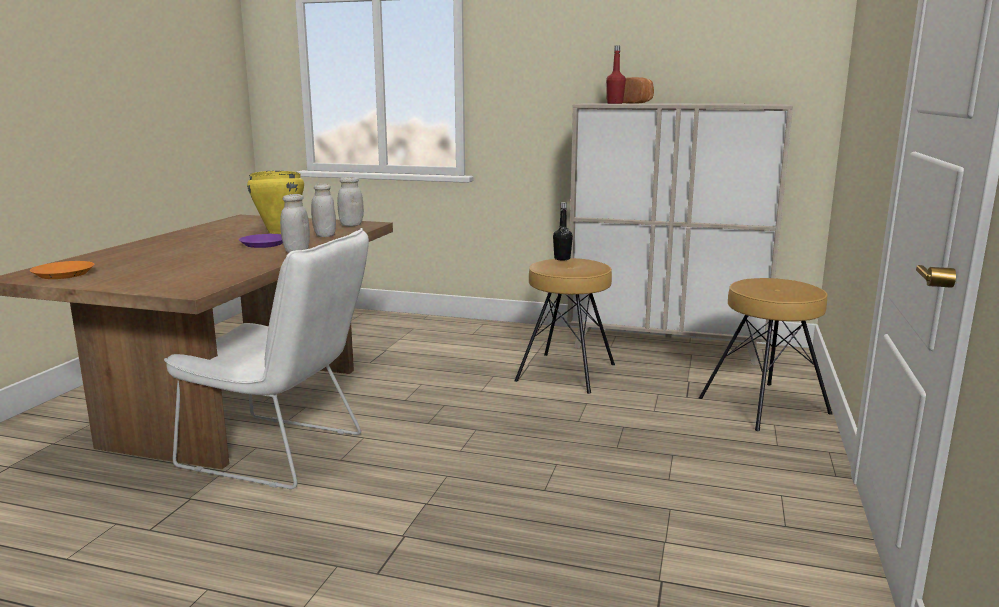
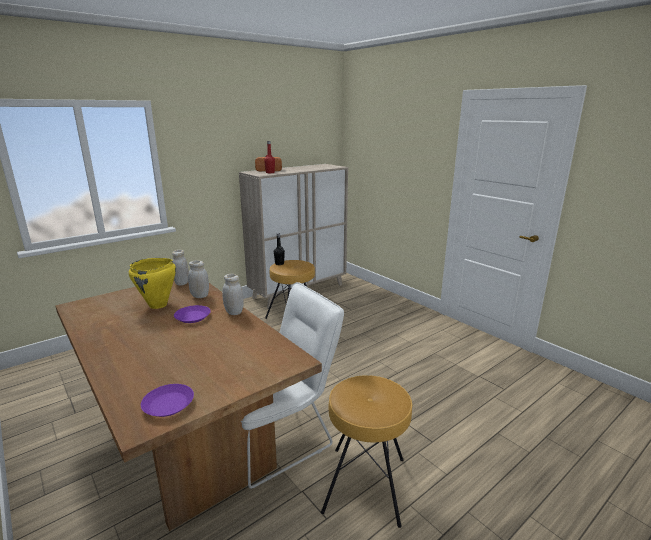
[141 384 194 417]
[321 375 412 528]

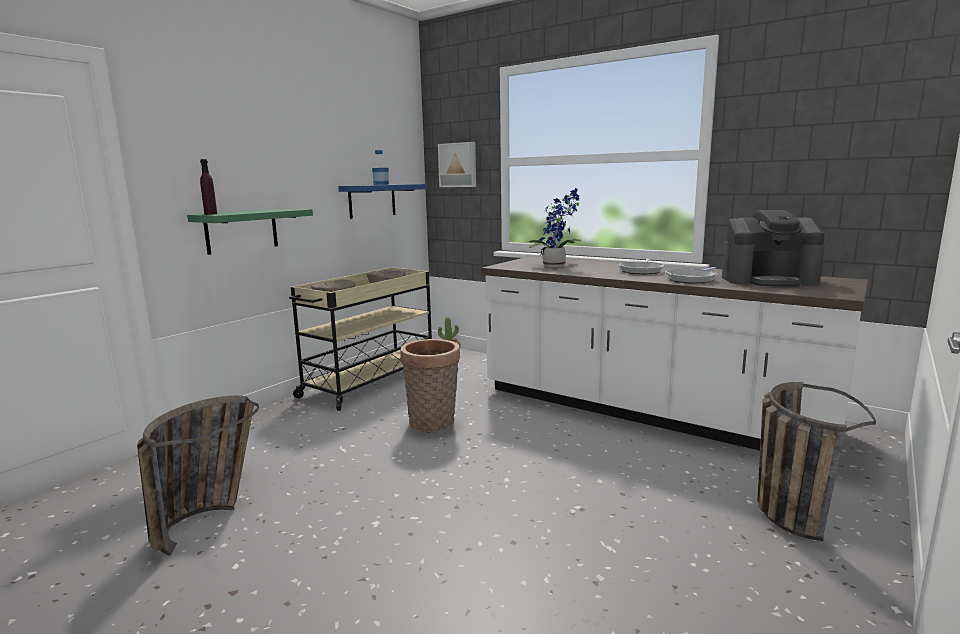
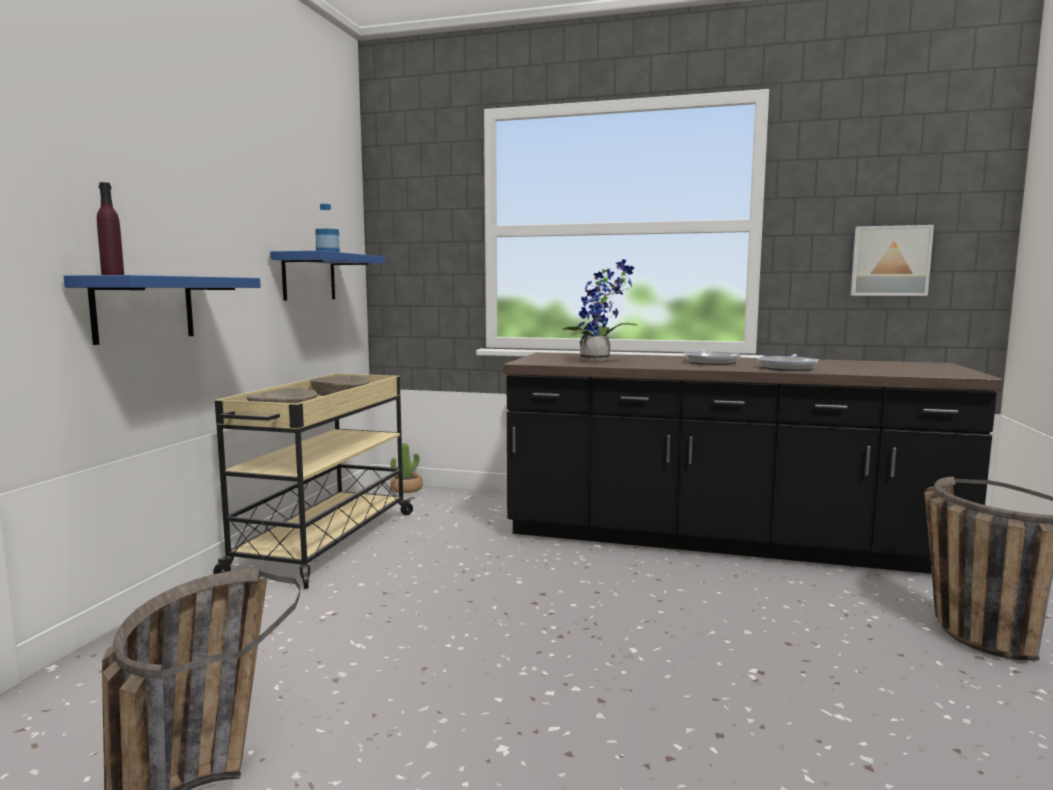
[64 275 261 345]
[503 353 1004 574]
[851 225 934 296]
[400 339 460 432] (first image)
[722 210 825 286] (first image)

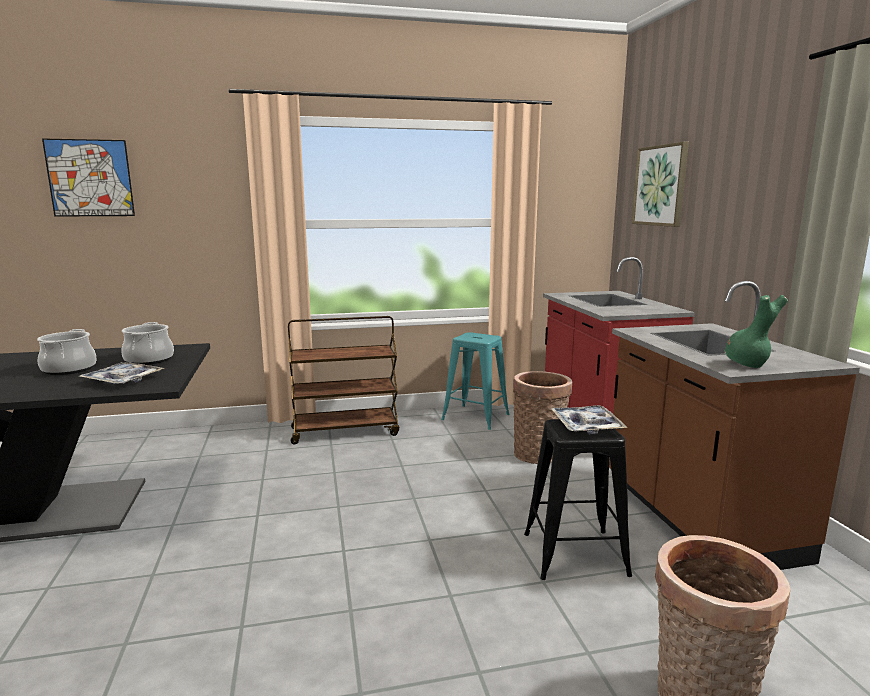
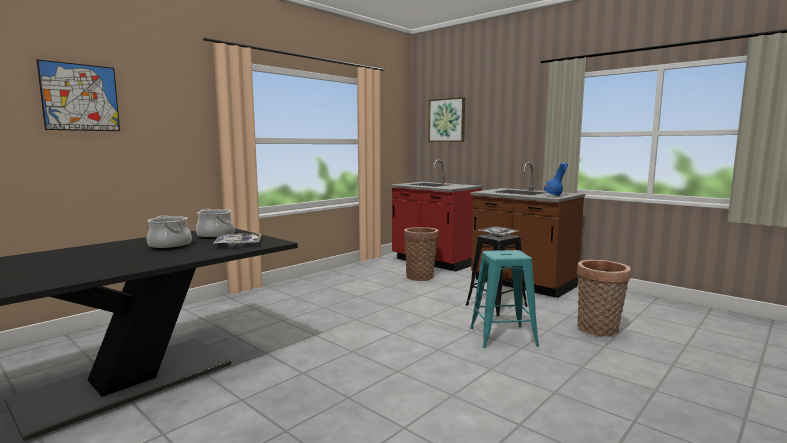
[470 250 539 348]
[544 163 568 196]
[288 316 399 444] (first image)

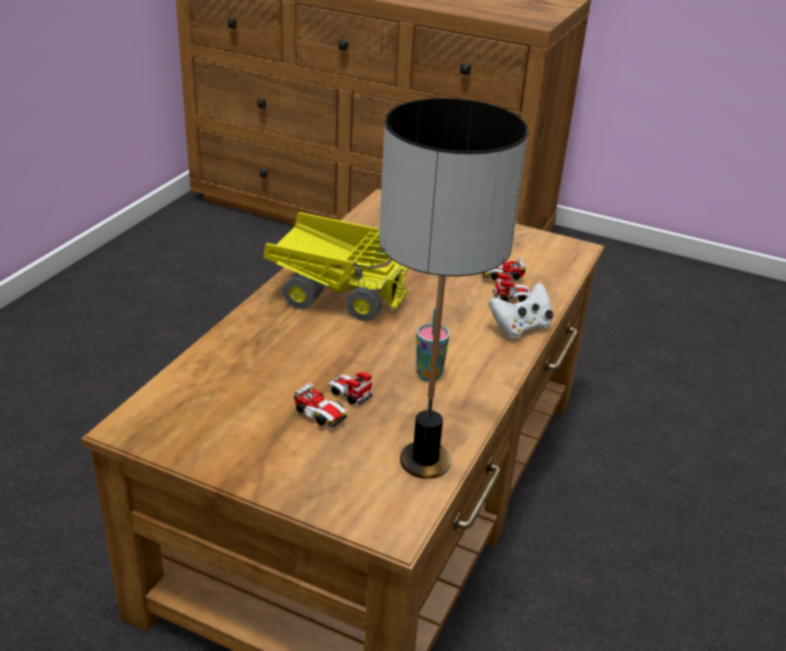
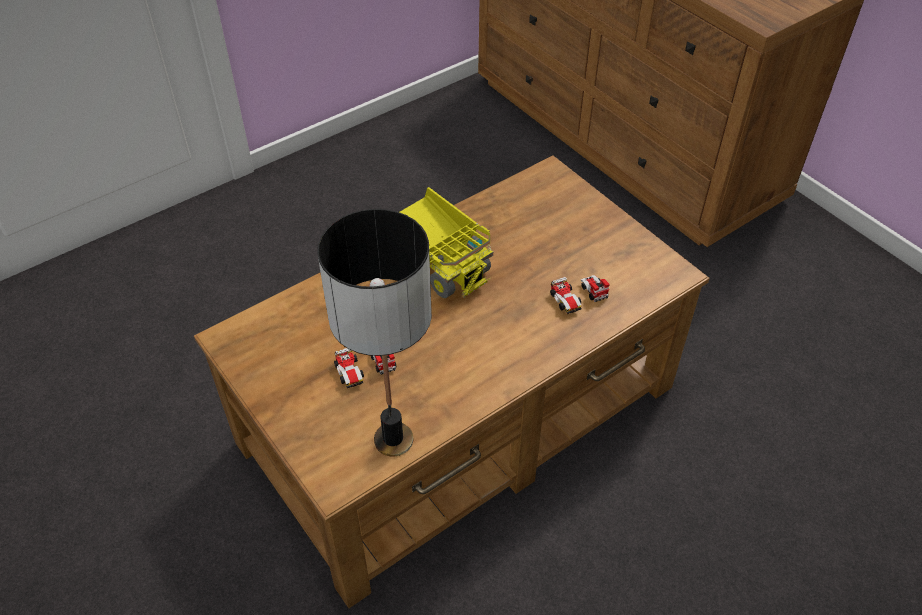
[550 275 610 314]
[416 309 450 382] (first image)
[488 282 553 339] (first image)

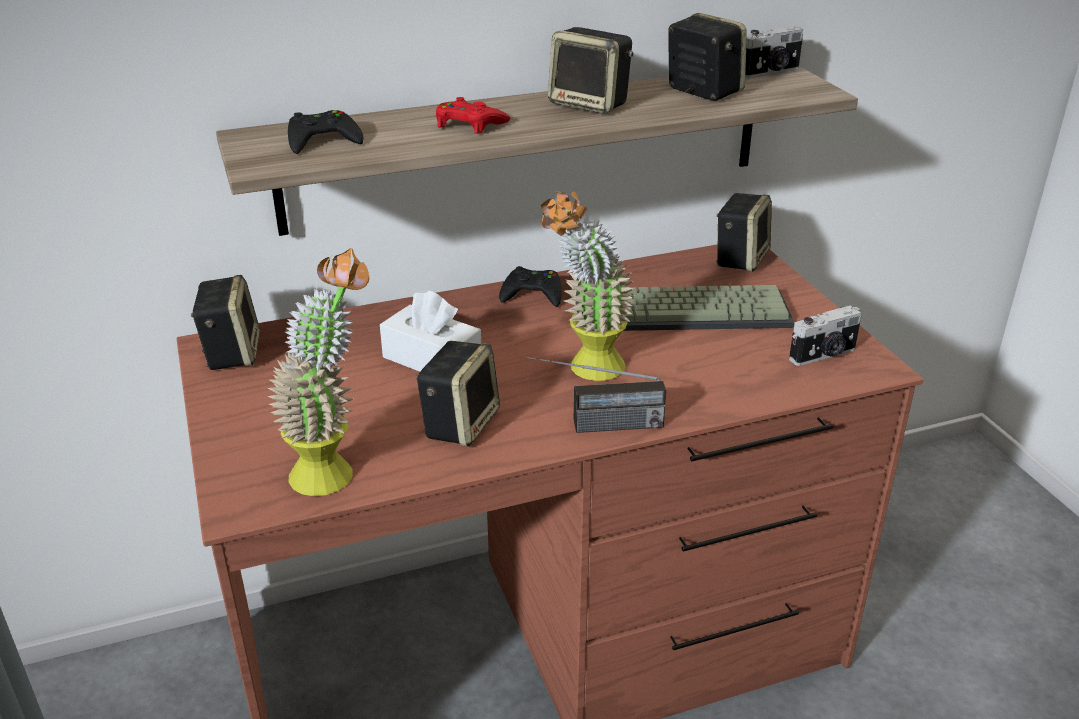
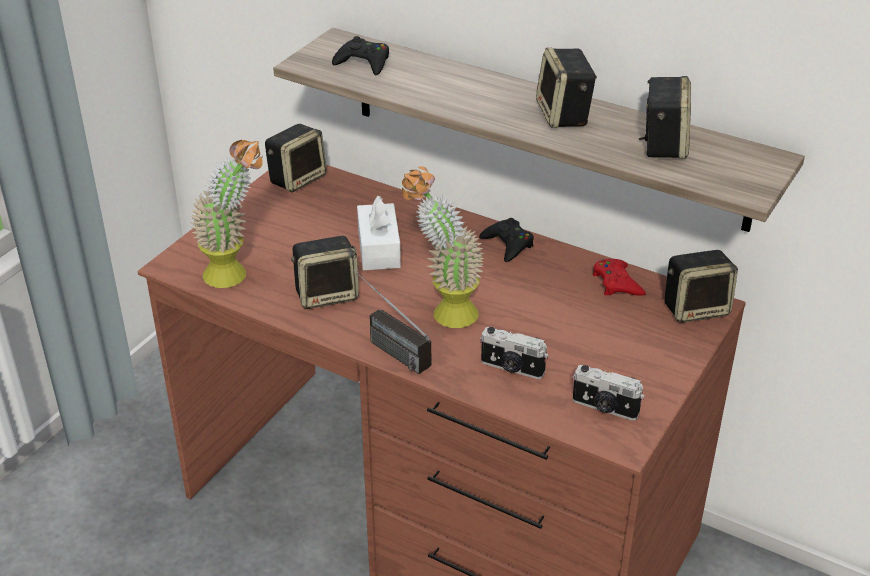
[480 327 548 379]
[593 259 646 296]
[623 285 795 331] (first image)

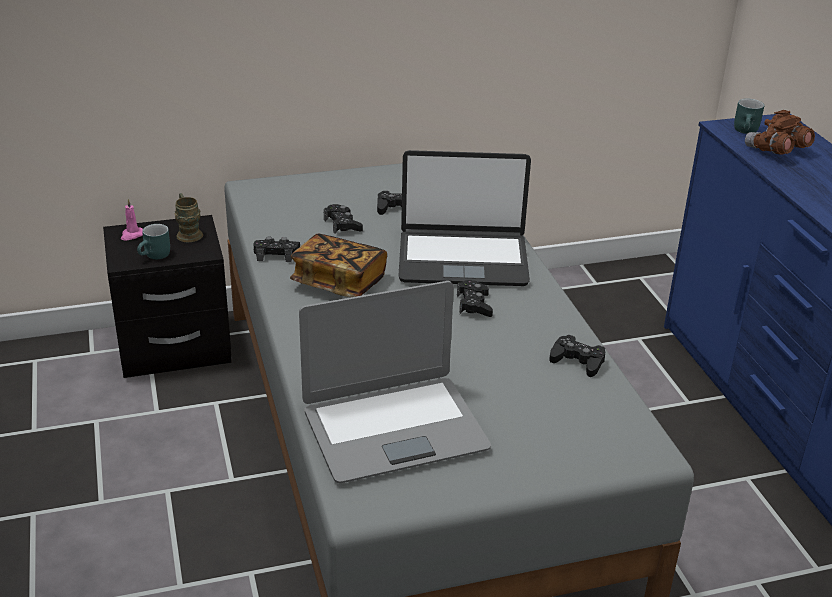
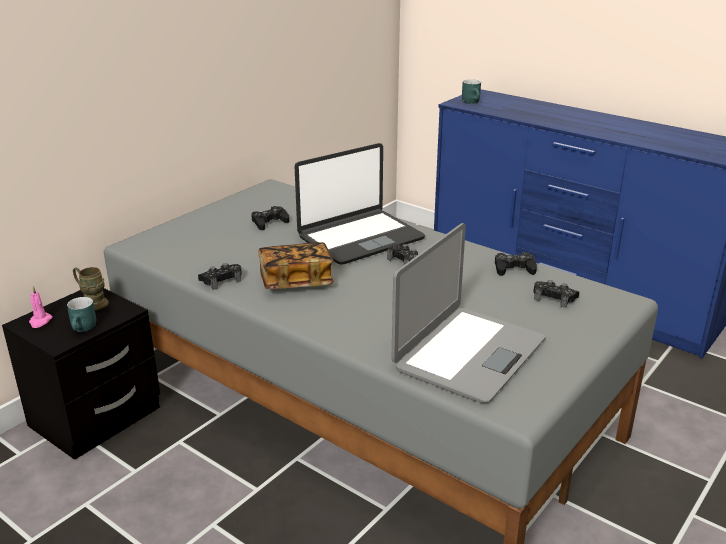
[533 280 579 308]
[745 110 815 155] (first image)

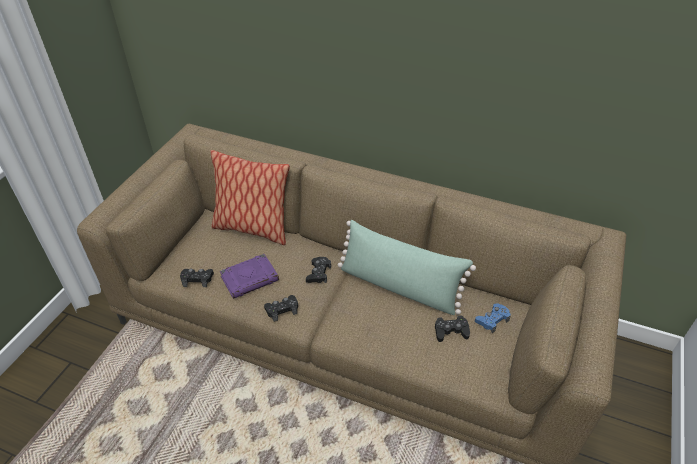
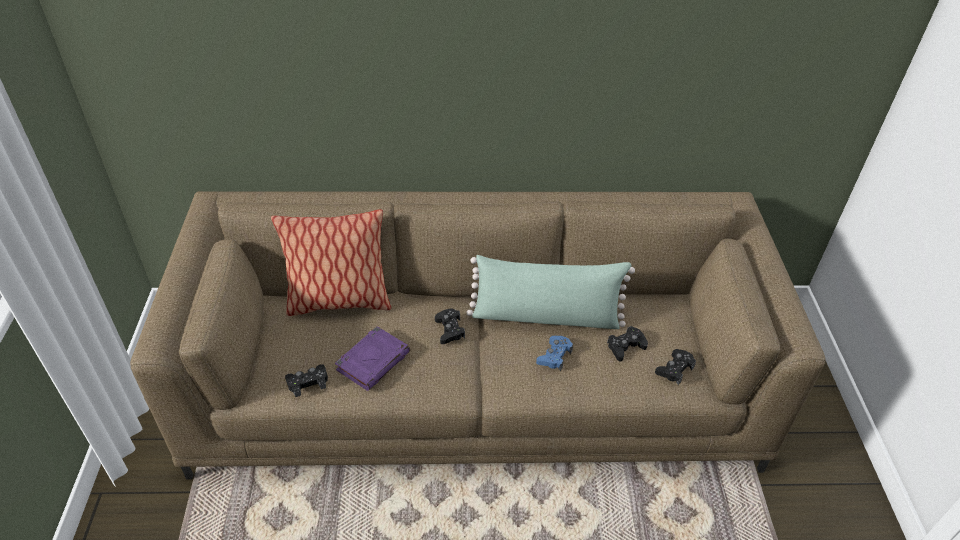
[536 336 573 371]
[655 349 696 385]

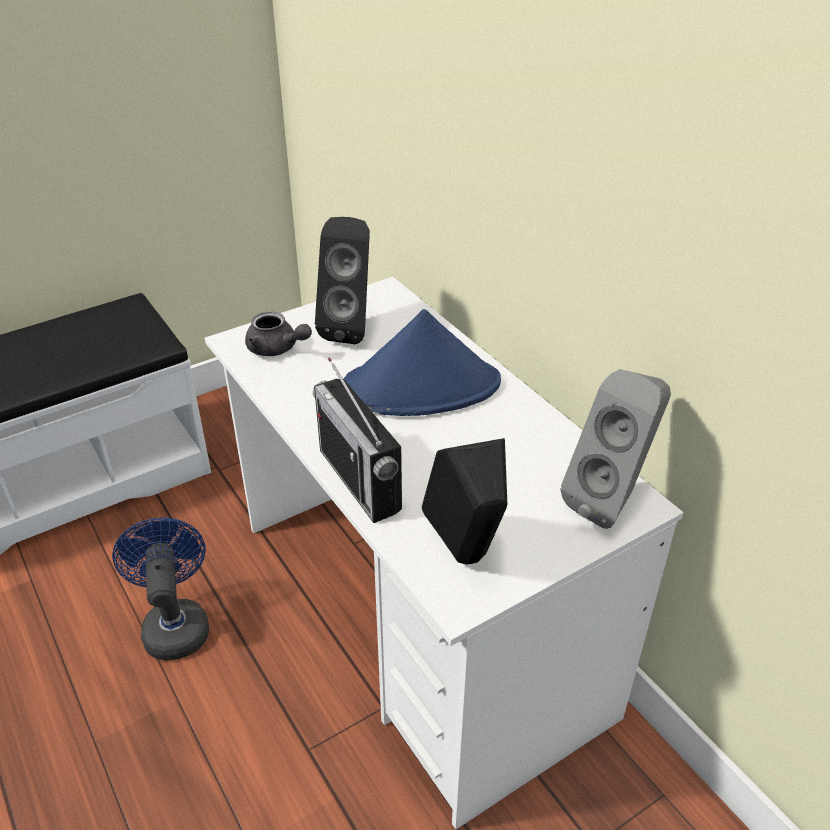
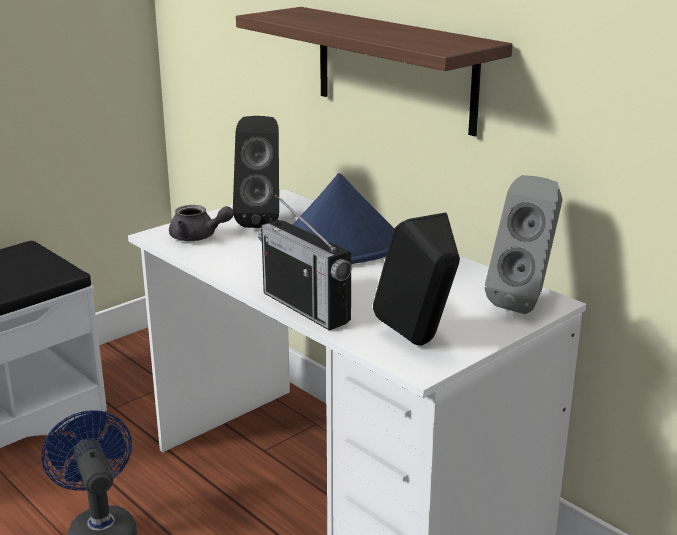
[236 7 513 136]

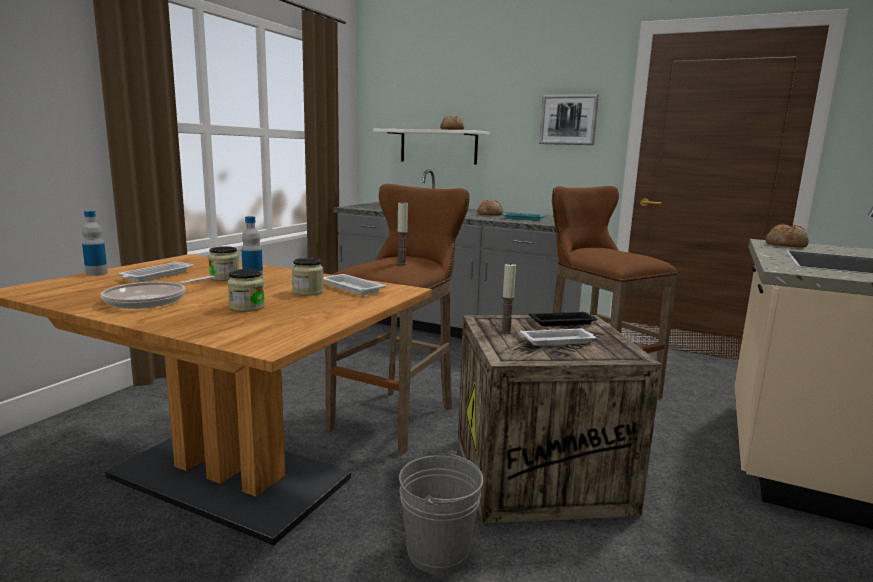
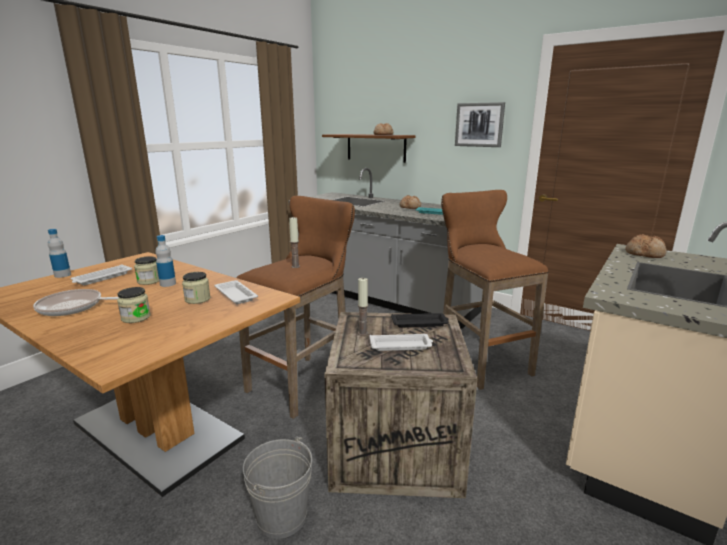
[33 289 119 316]
[322 134 415 163]

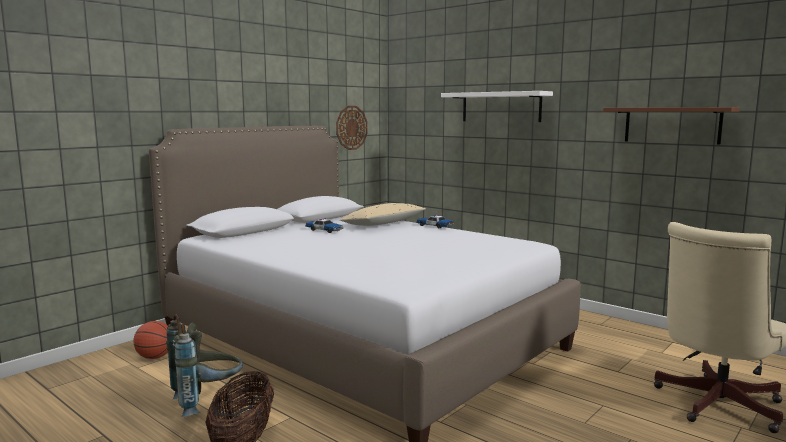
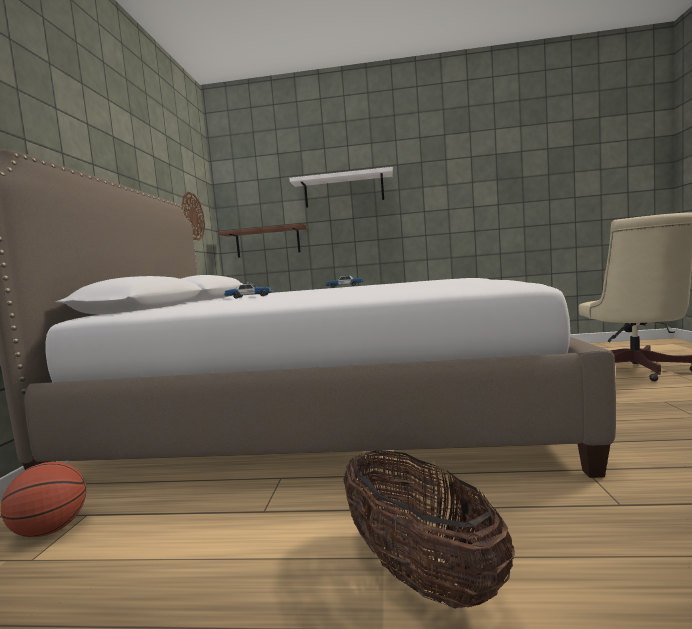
[218 224 308 258]
[166 314 243 417] (first image)
[340 203 426 226] (first image)

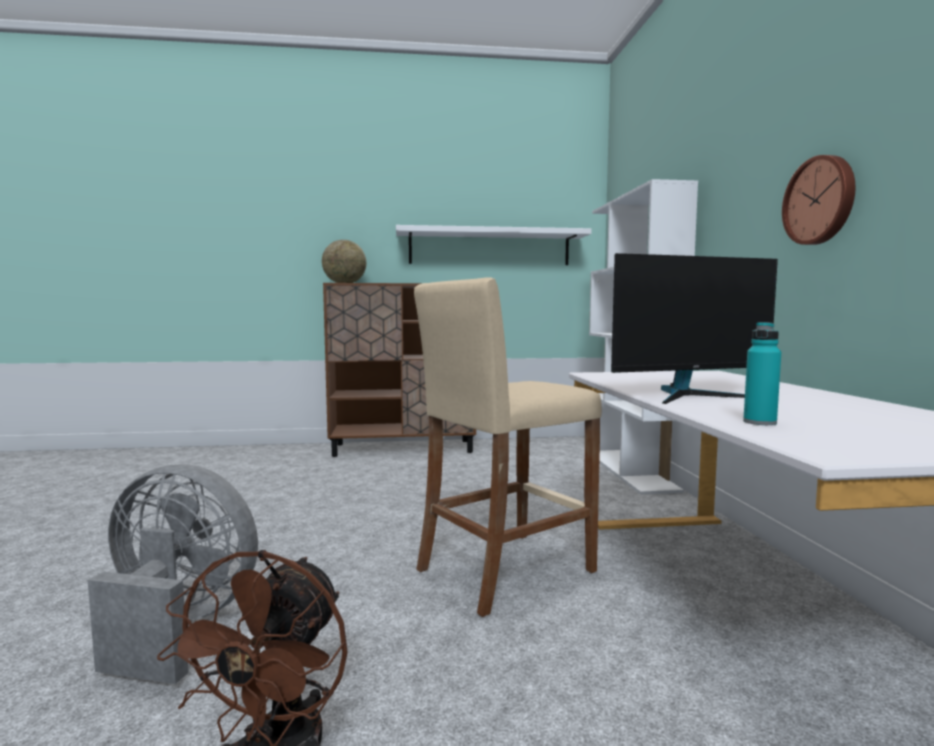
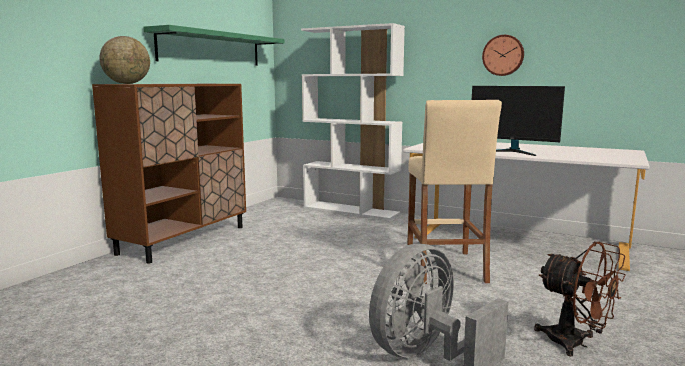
[143 25 284 66]
[472 86 565 156]
[743 322 781 425] (first image)

